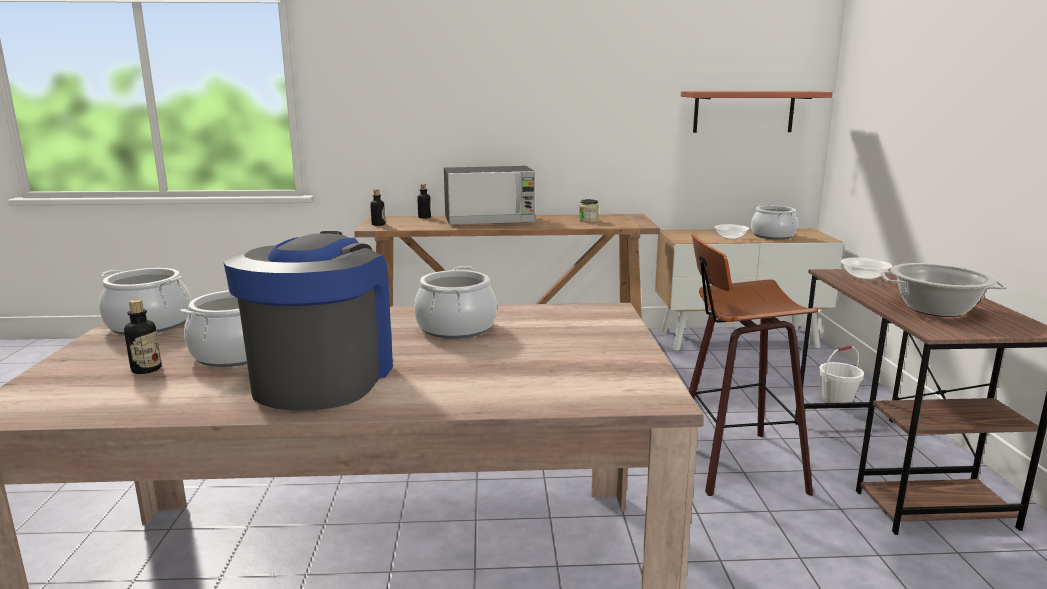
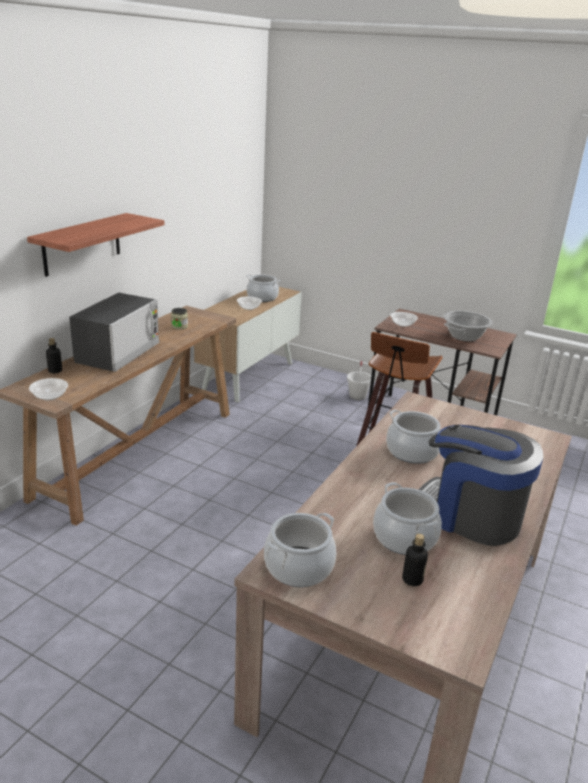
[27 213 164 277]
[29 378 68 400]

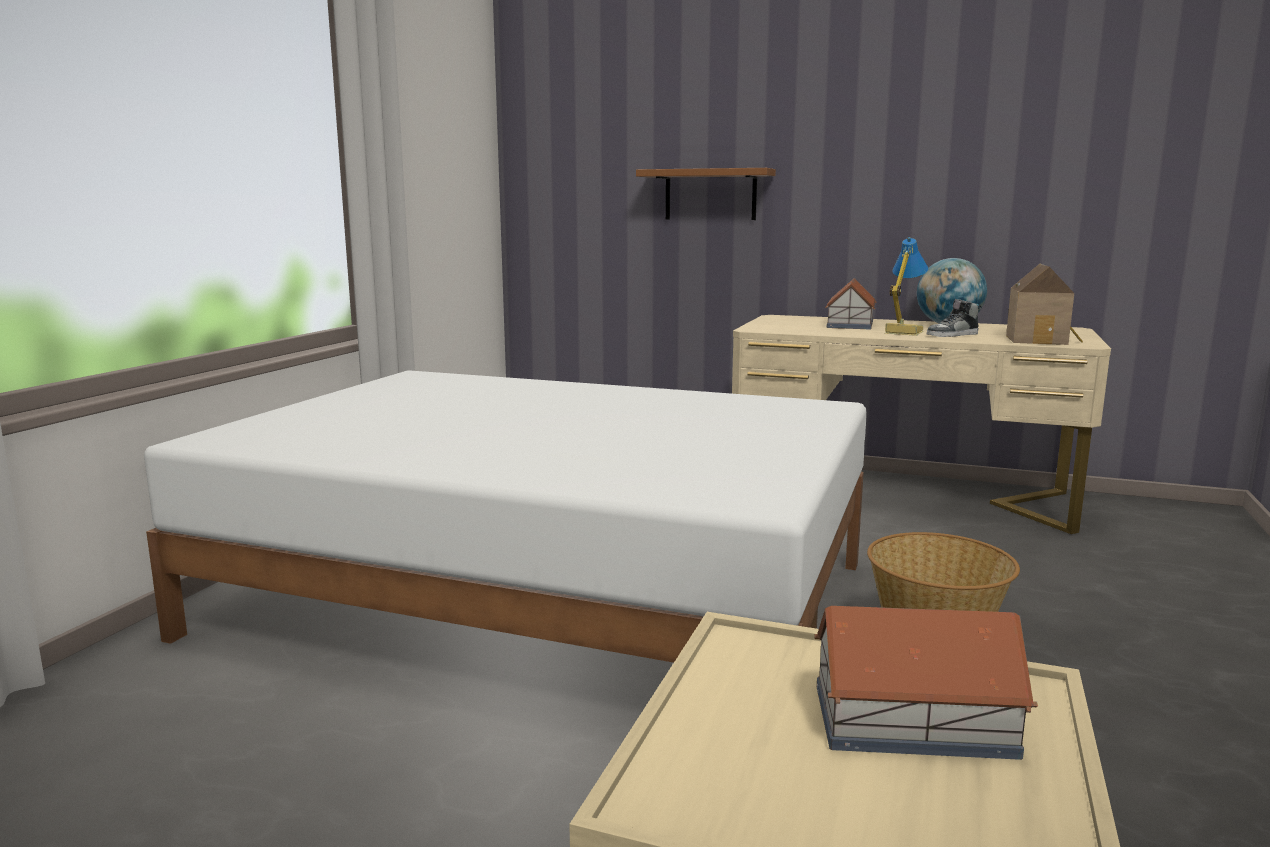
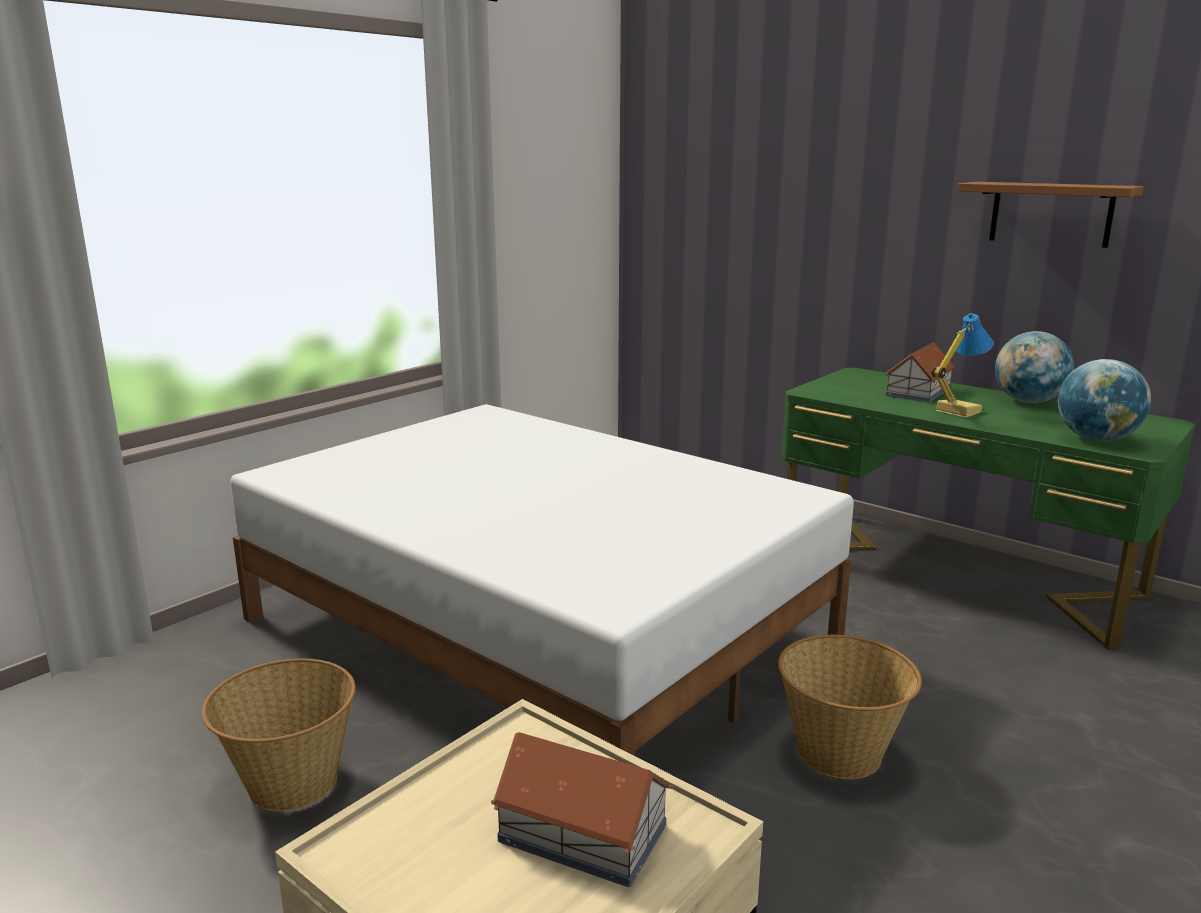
[201 659 356 811]
[782 368 1195 650]
[958 182 1144 248]
[1058 359 1151 441]
[926 299 981 337] (first image)

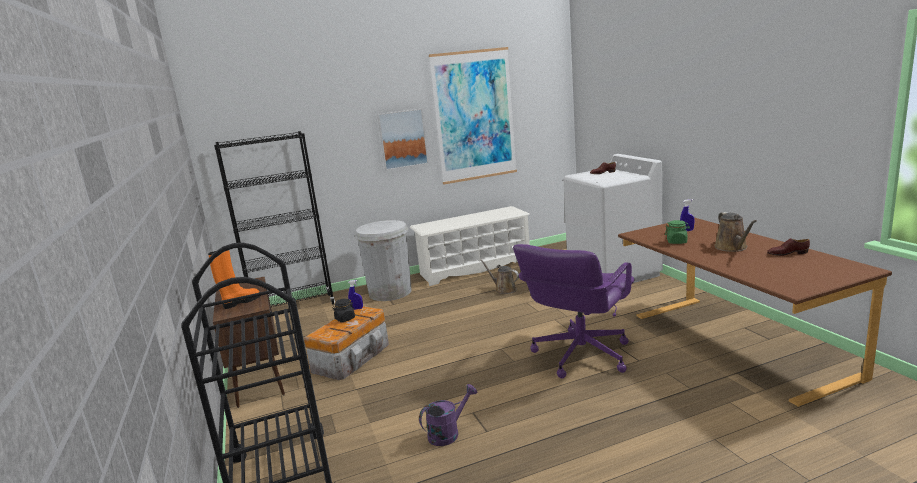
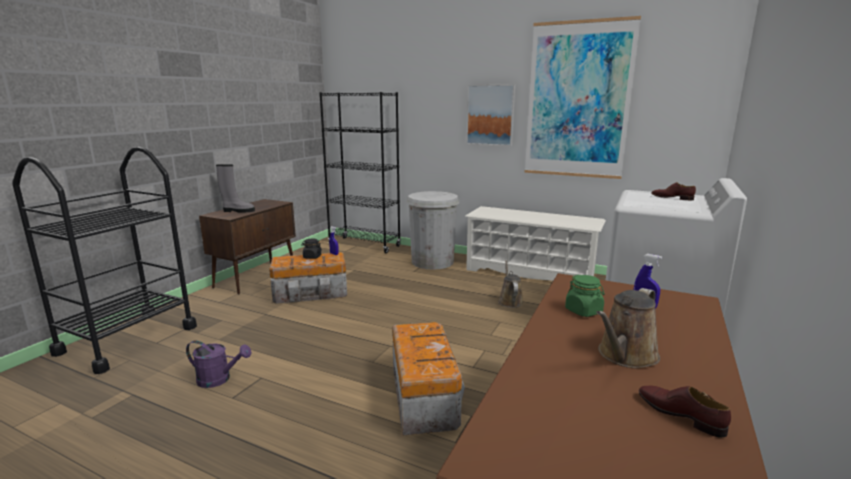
[216 164 255 213]
[392 322 465 435]

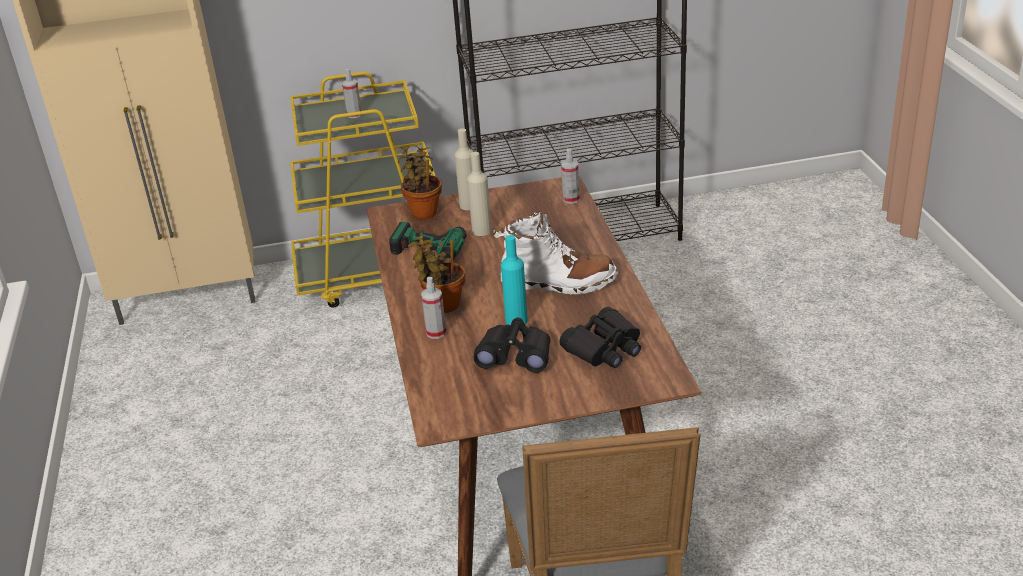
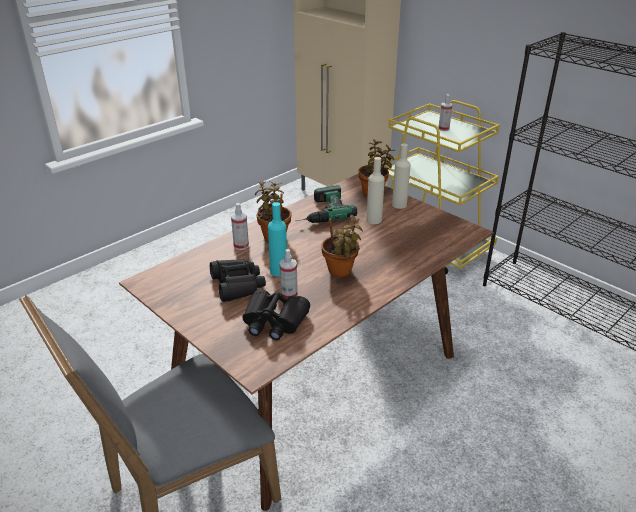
[279 249 298 298]
[321 215 363 277]

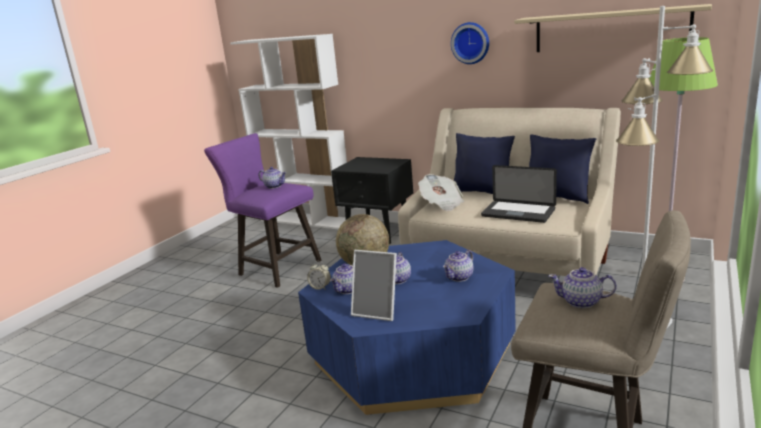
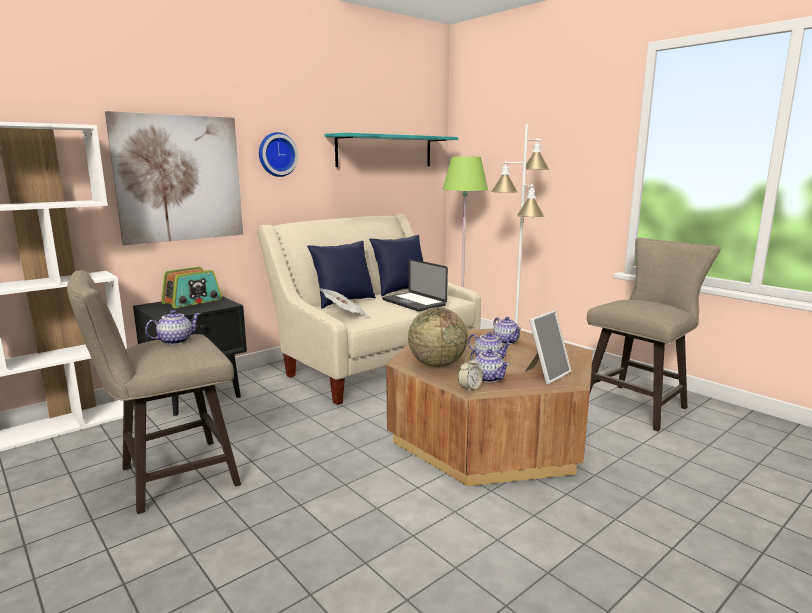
[67 270 241 514]
[105 111 243 245]
[161 267 222 308]
[325 133 458 167]
[382 259 448 311]
[386 328 593 486]
[549 267 617 308] (first image)

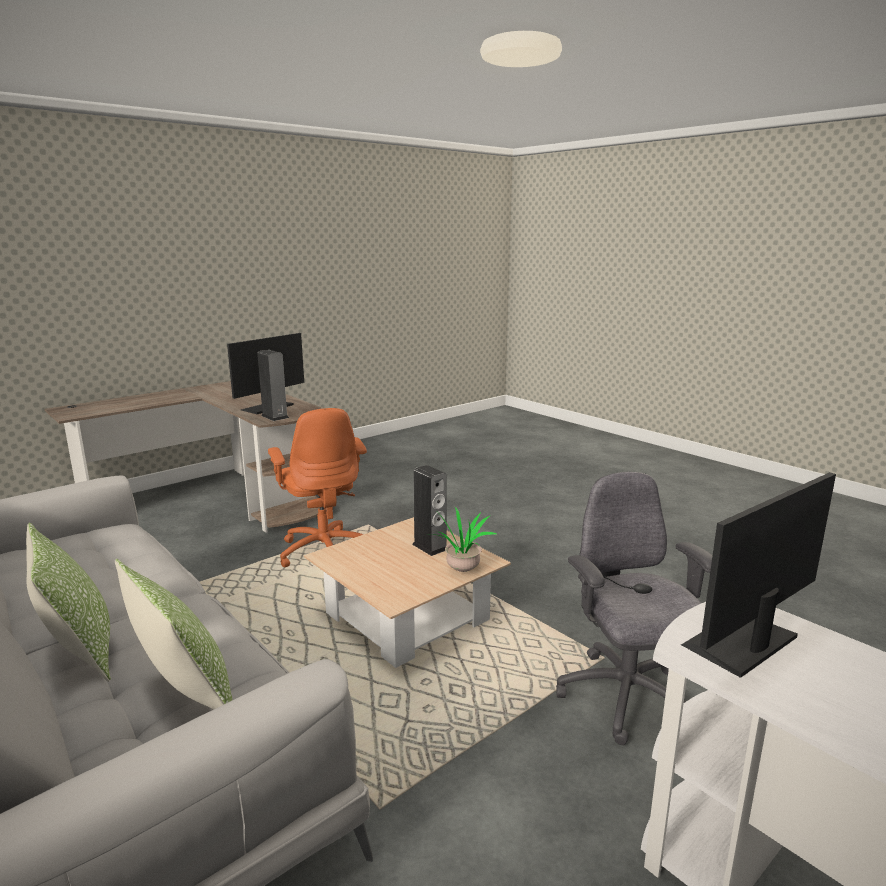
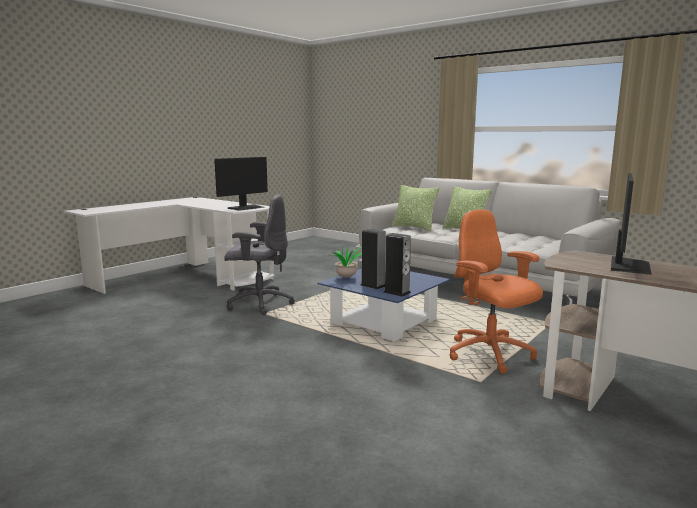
[224 194 295 315]
[317 269 450 341]
[384 233 411 297]

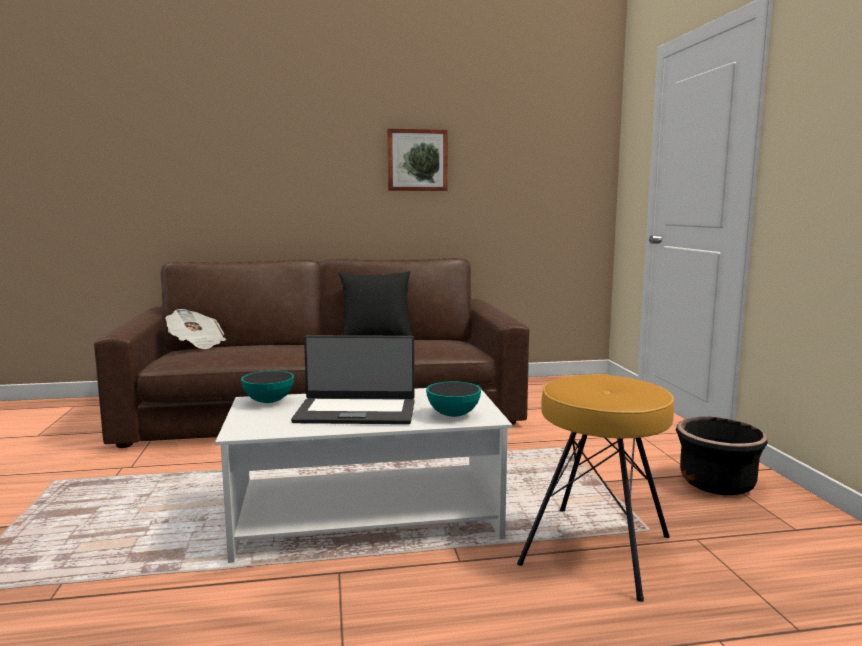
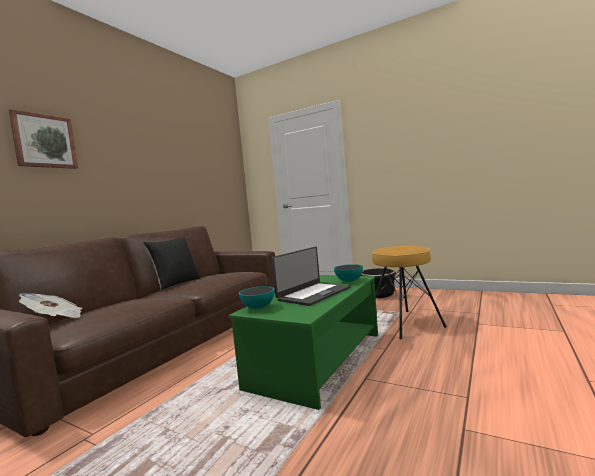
[9 109 78 169]
[229 275 378 410]

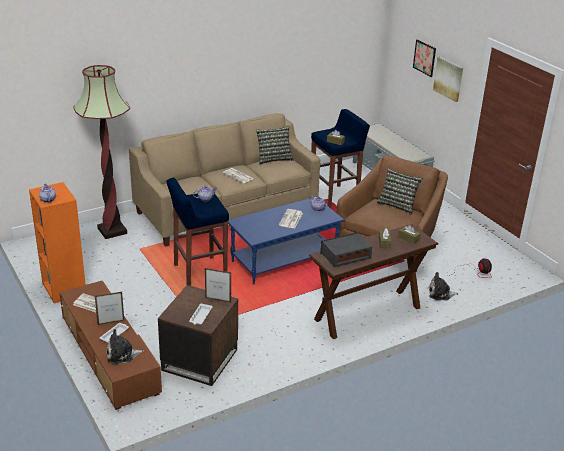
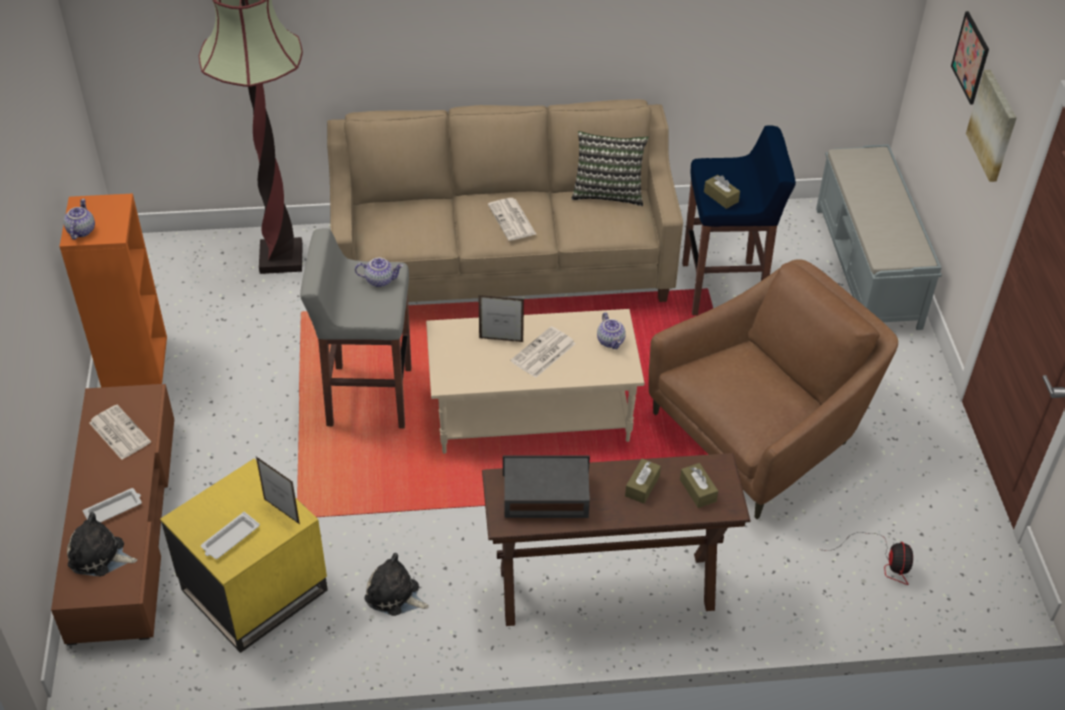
[160 459 328 653]
[300 228 411 428]
[364 553 429 616]
[426 309 645 454]
[478 295 524 342]
[377 168 423 215] (first image)

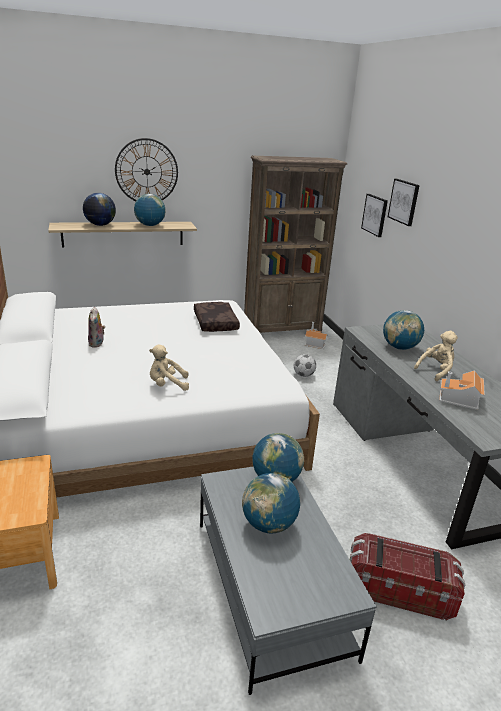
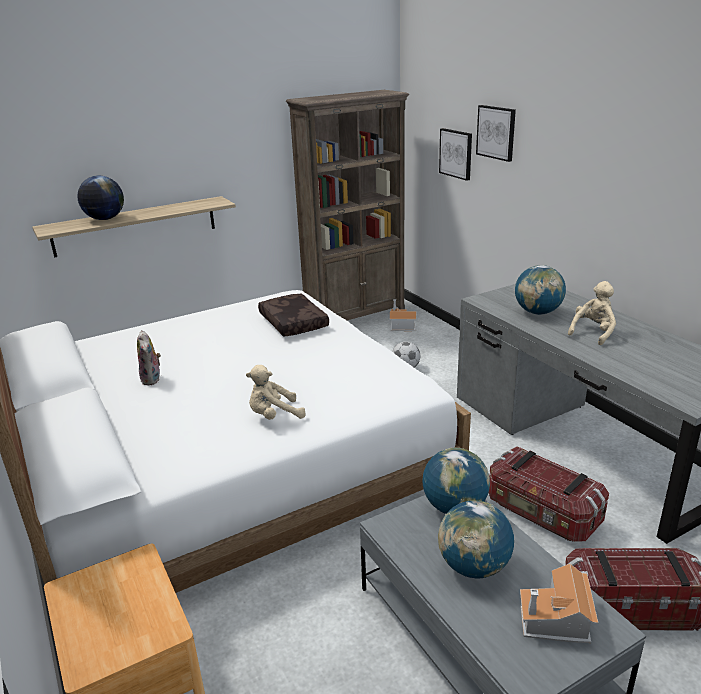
[489 446 609 542]
[520 564 598 643]
[115 138 178 201] (first image)
[134 194 166 226] (first image)

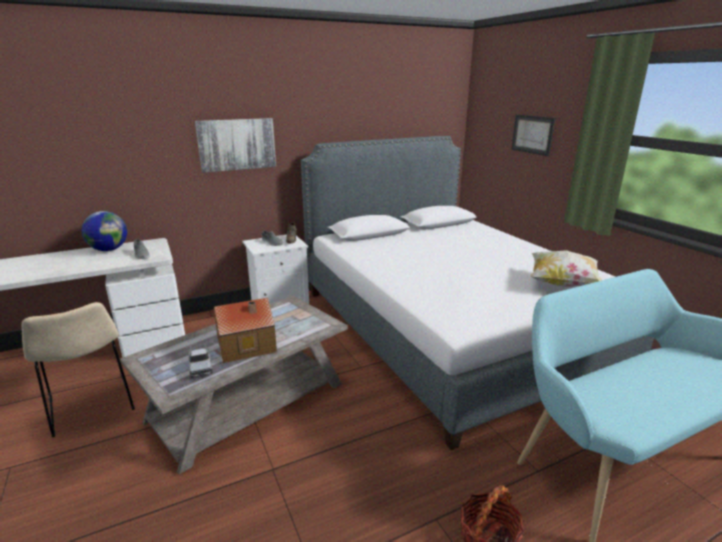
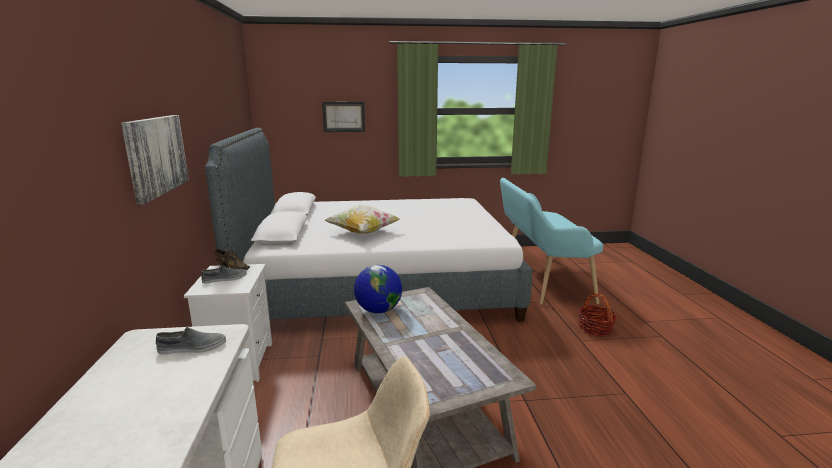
[325 205 402 234]
[354 265 402 313]
[189 343 213 377] (first image)
[214 298 277 363] (first image)

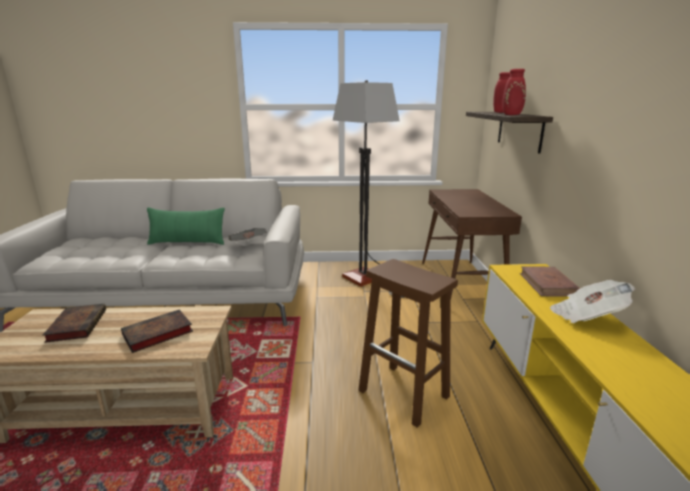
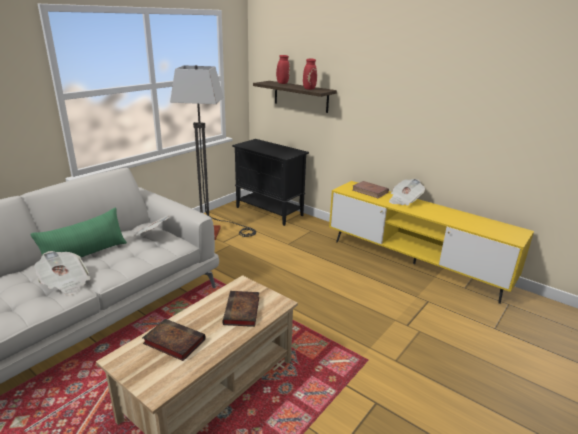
[34 251 91 295]
[232 139 309 226]
[359 259 458 428] (first image)

